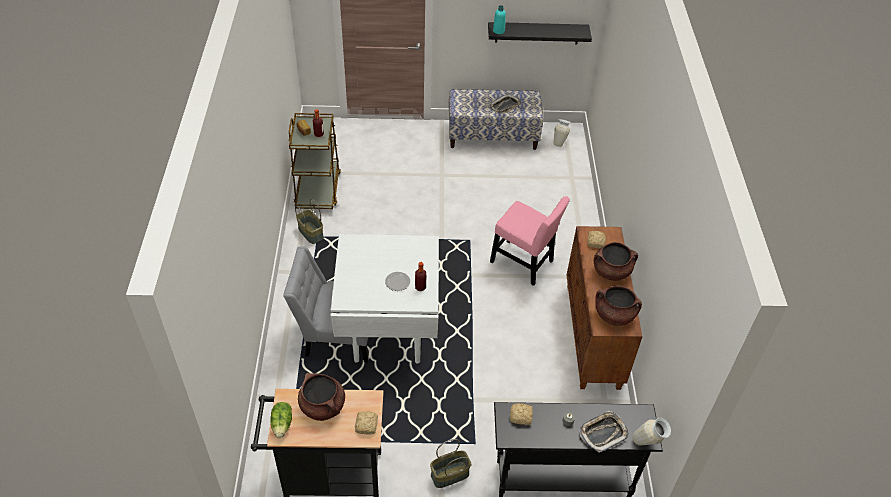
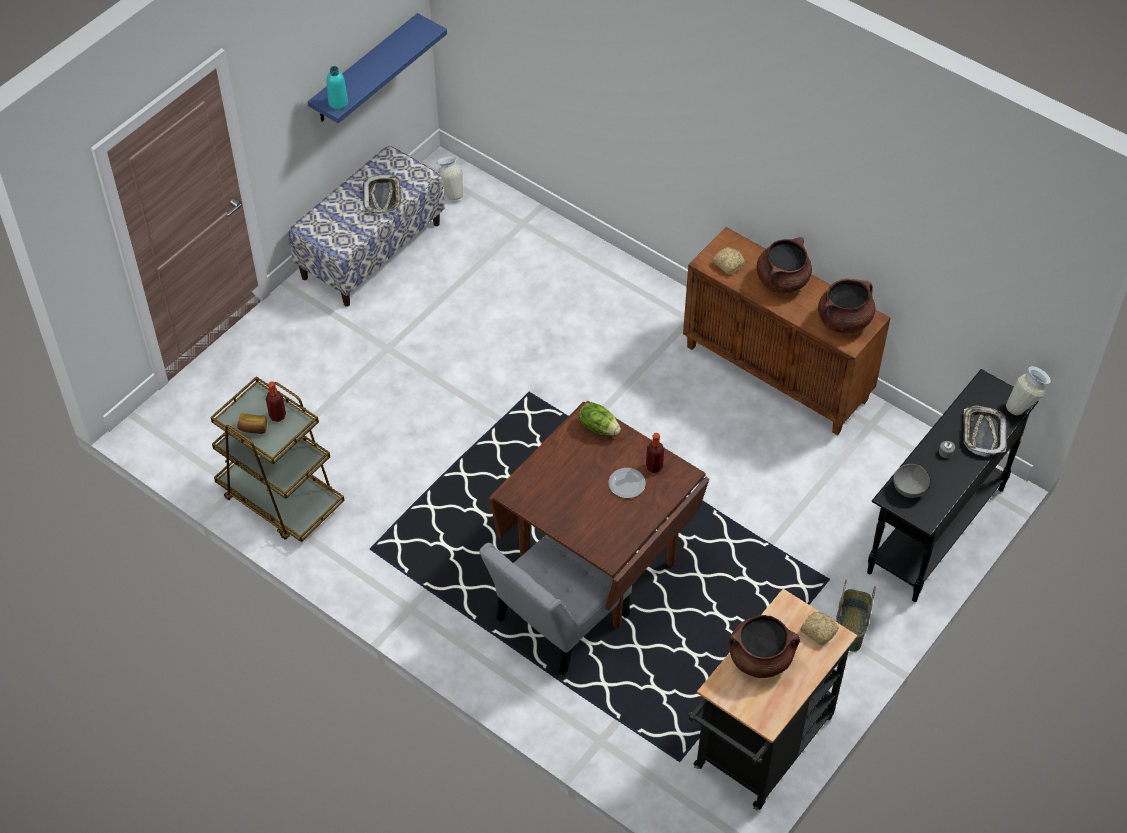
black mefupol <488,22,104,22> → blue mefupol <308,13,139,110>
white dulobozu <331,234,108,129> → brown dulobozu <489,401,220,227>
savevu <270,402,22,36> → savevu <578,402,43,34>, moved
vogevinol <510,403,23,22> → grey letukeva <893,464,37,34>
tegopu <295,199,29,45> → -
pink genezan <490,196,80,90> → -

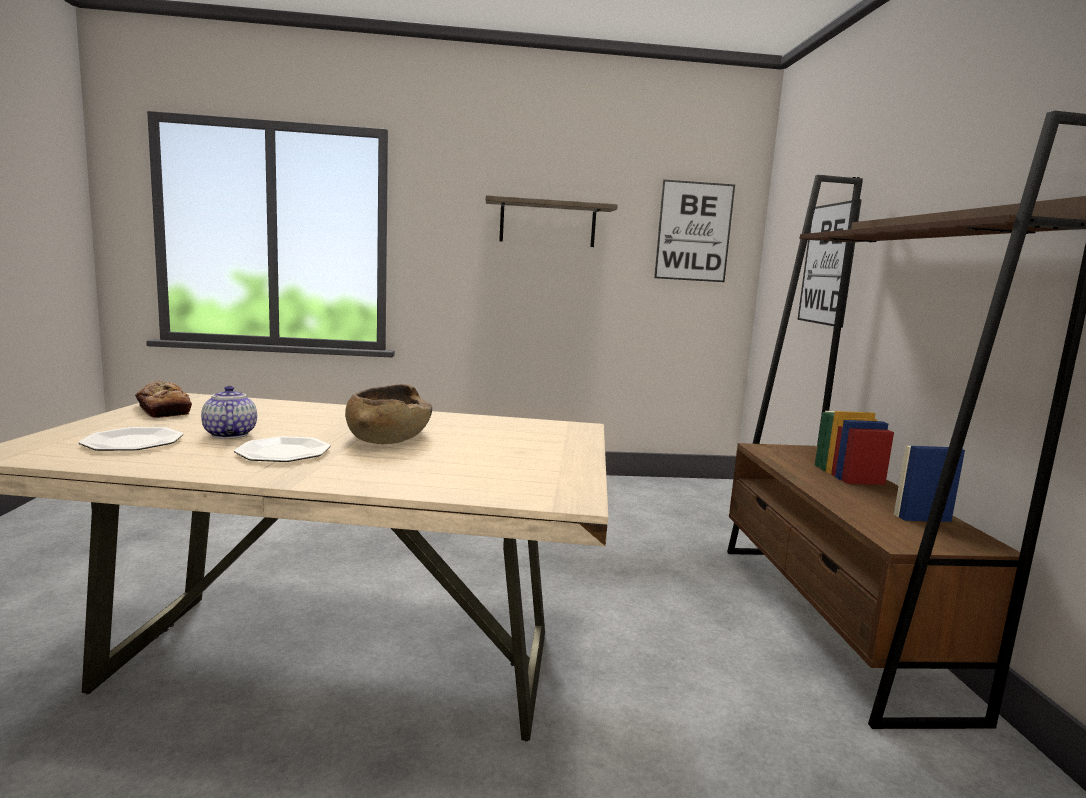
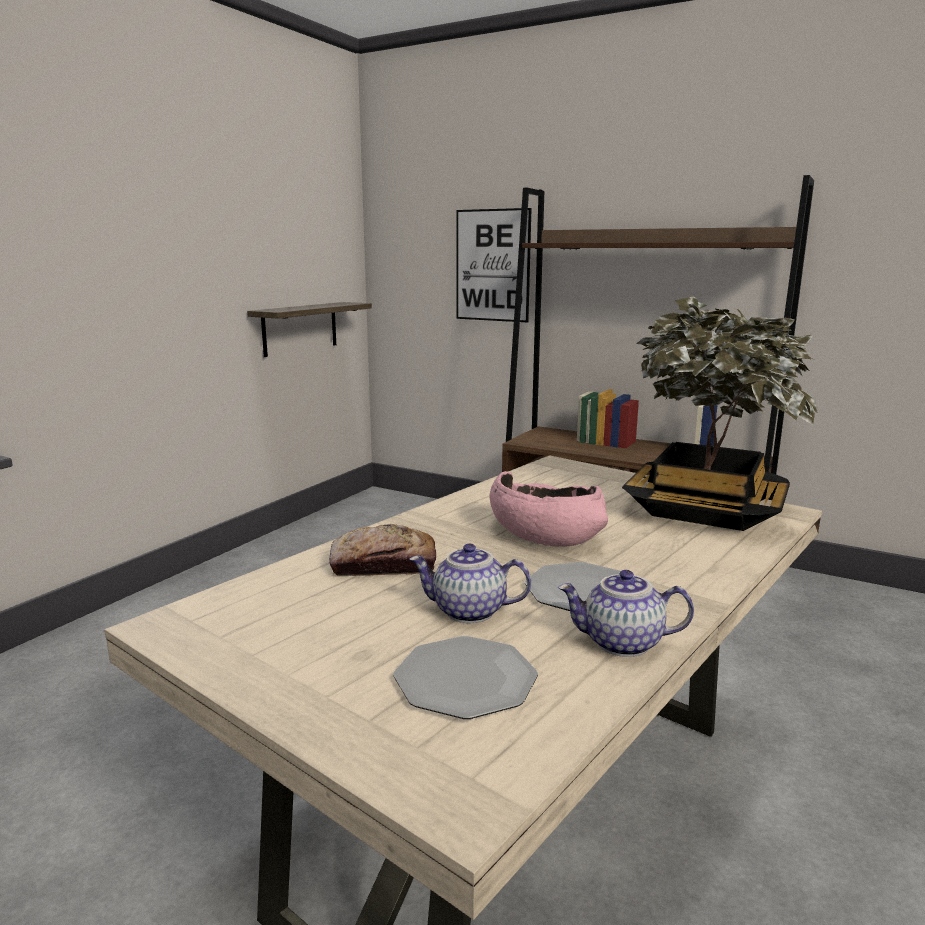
mefupol <486,195,132,52> → mefupol <247,302,125,55>, moved
vogevinol <135,380,57,38> → vogevinol <329,524,107,52>, moved
brown letukeva <345,384,87,60> → pink letukeva <489,471,119,76>
- → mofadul <558,570,136,87>
- → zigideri <622,297,196,234>
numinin <654,180,81,102> → -

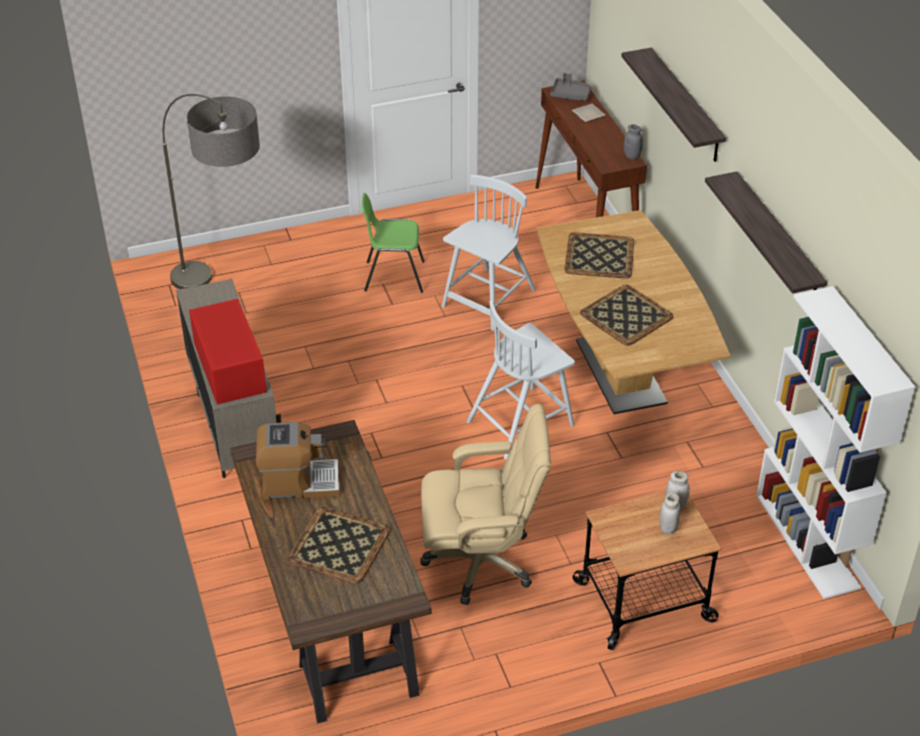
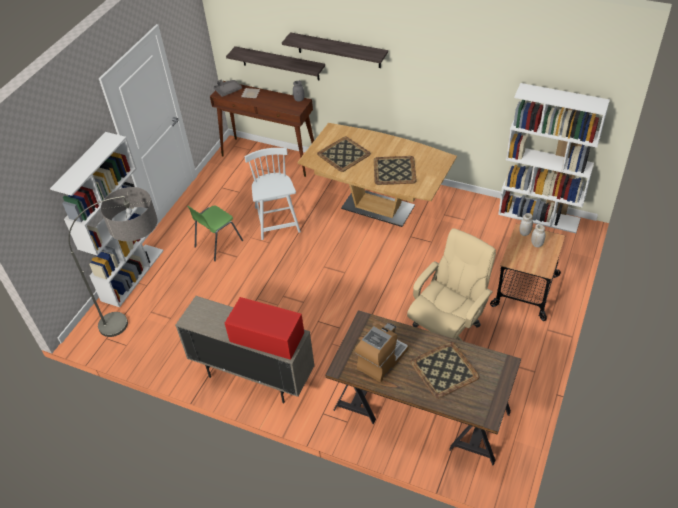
- → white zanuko <50,132,114,175>
mefupol <705,171,122,123> → mefupol <226,46,99,34>, moved
white genezan <466,300,109,160> → -

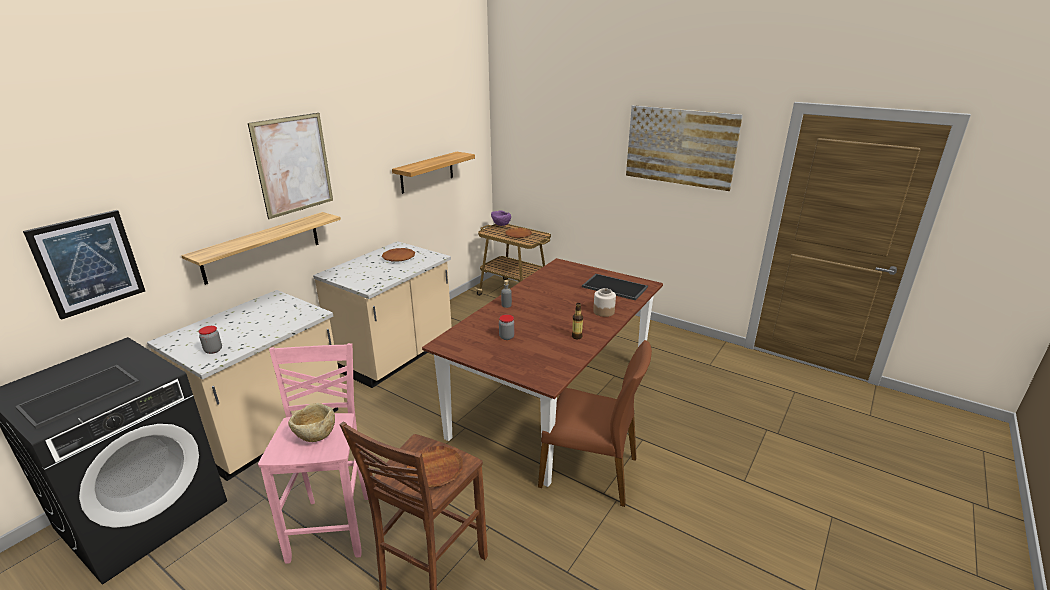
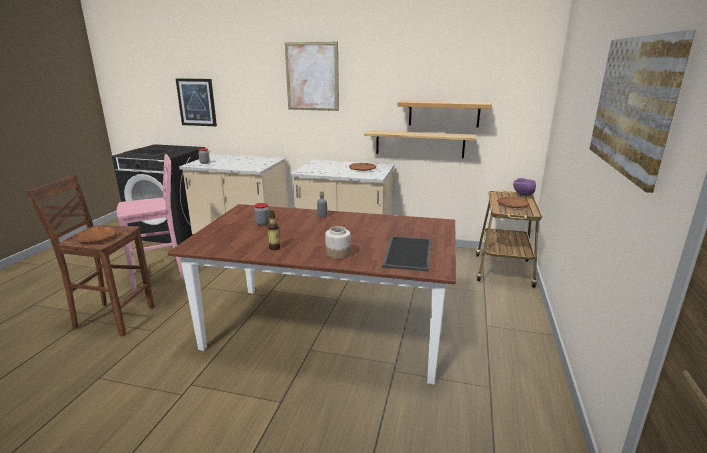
mefupol <181,212,160,73> → mefupol <364,130,112,28>, moved
beige letukeva <288,403,47,39> → -
brown genezan <538,340,114,167> → -

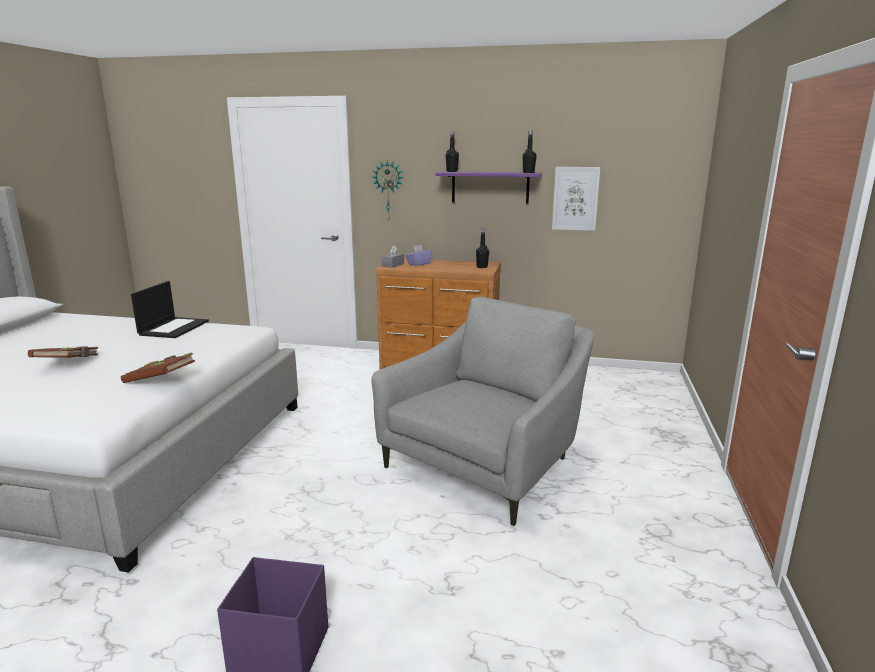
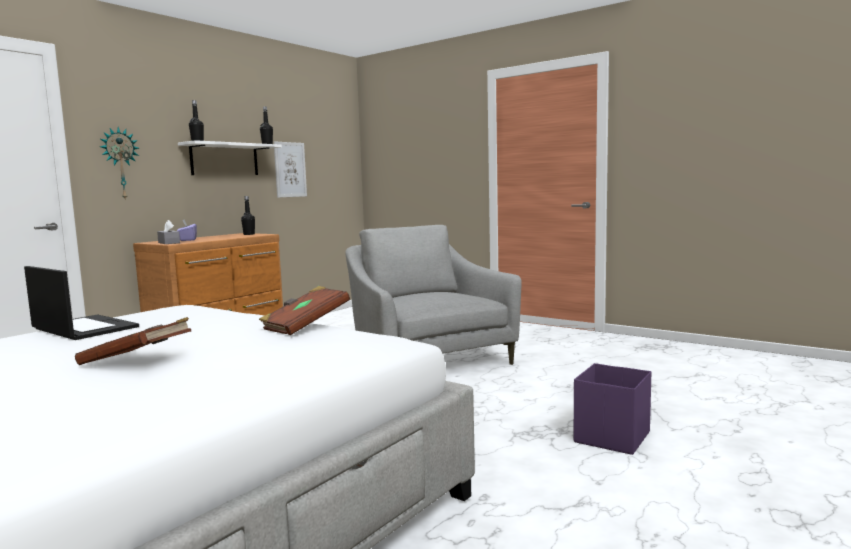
purple mefupol <435,171,107,33> → white mefupol <178,140,104,35>

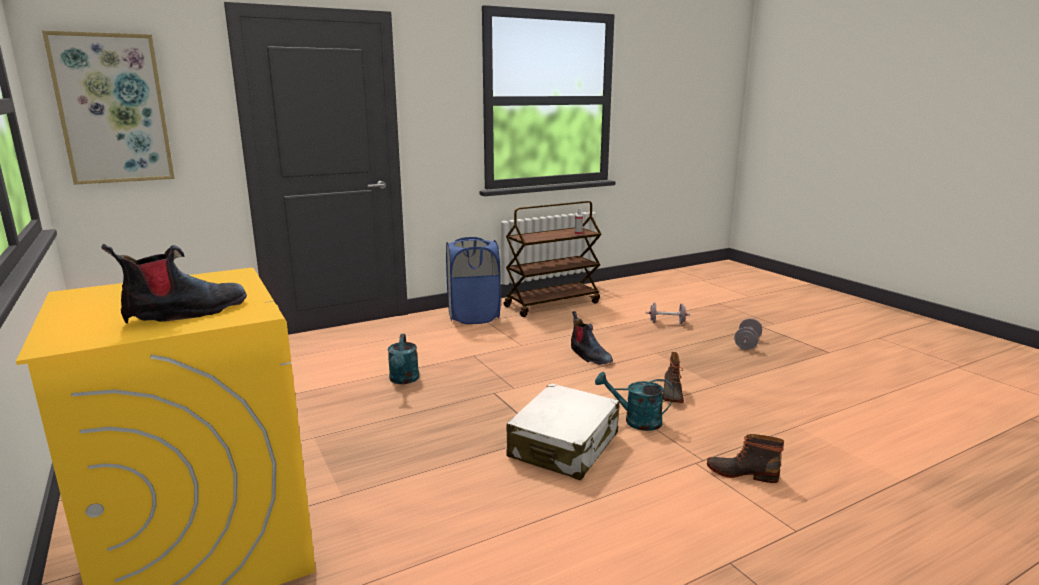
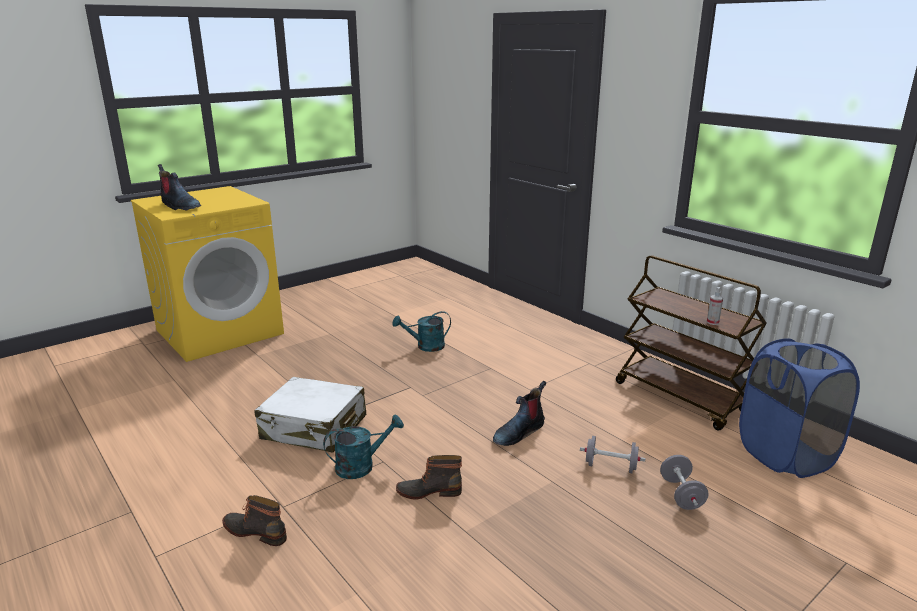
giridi <707,434,77,49> → giridi <222,495,65,51>, 75 degrees counterclockwise
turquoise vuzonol <595,372,79,59> → turquoise vuzonol <323,415,81,64>, 60 degrees clockwise
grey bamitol <734,318,28,32> → grey bamitol <580,436,66,37>, moved
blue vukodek <446,237,55,87> → blue vukodek <739,338,121,140>, moved
numinin <42,31,133,154> → -

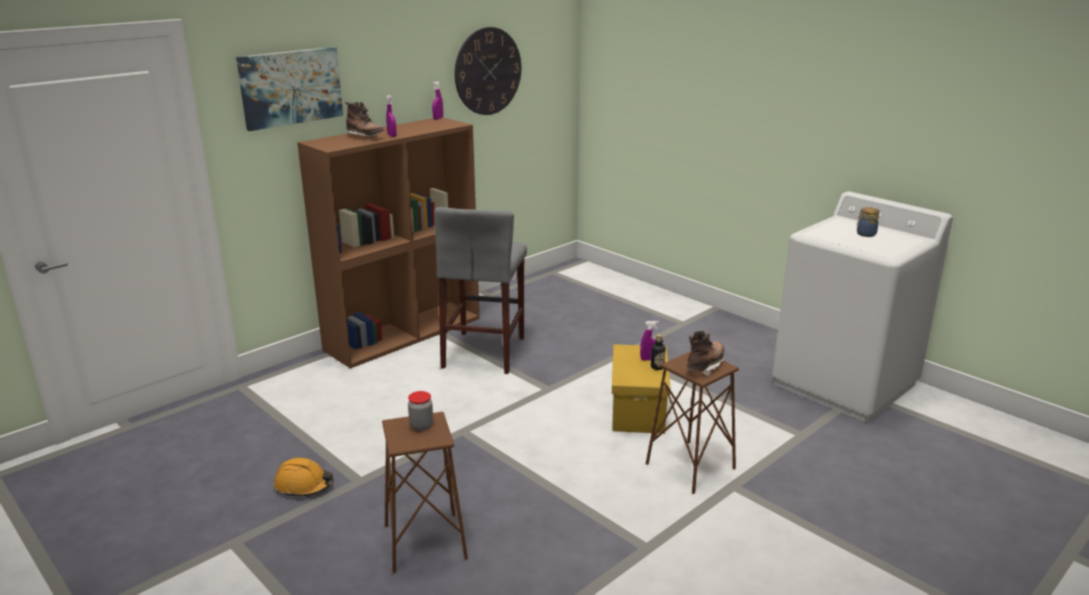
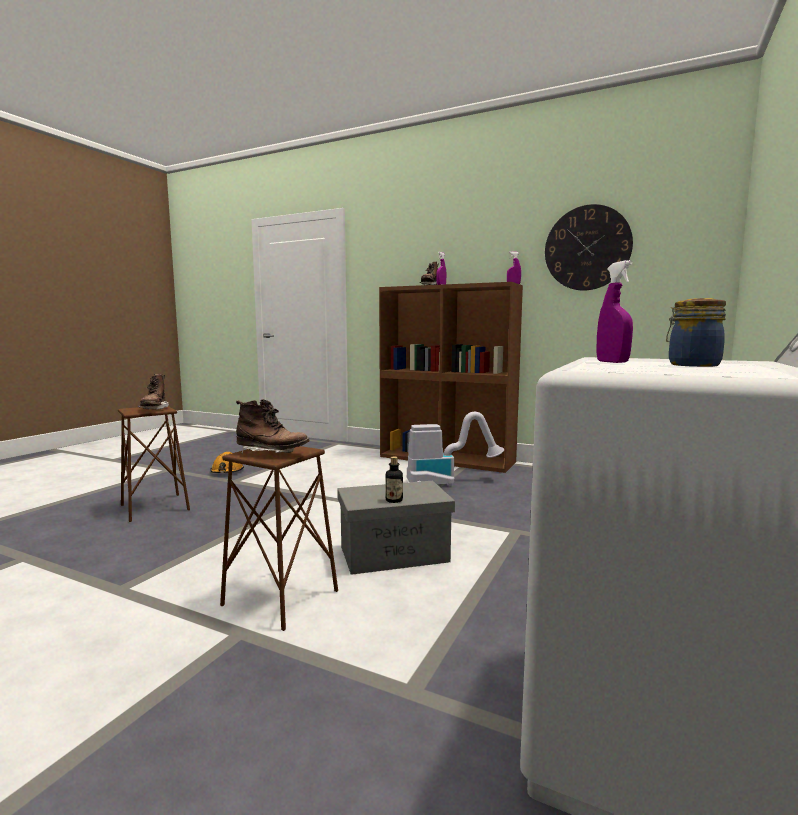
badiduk <408,391,25,40> → brown giridi <138,374,31,36>
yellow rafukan <612,344,59,90> → grey rafukan <337,481,118,94>
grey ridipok <434,207,93,167> → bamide <407,412,97,75>
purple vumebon <640,321,19,39> → purple vumebon <596,260,37,103>, moved
numinin <236,47,107,84> → -

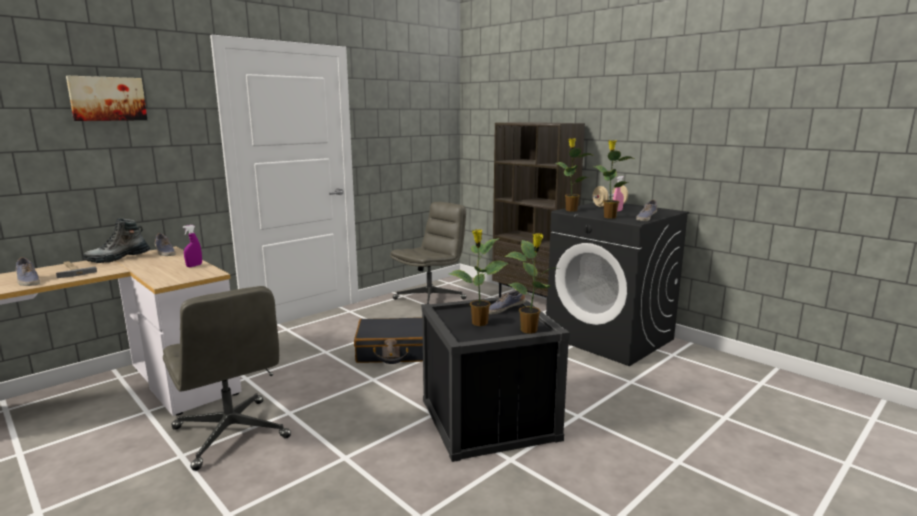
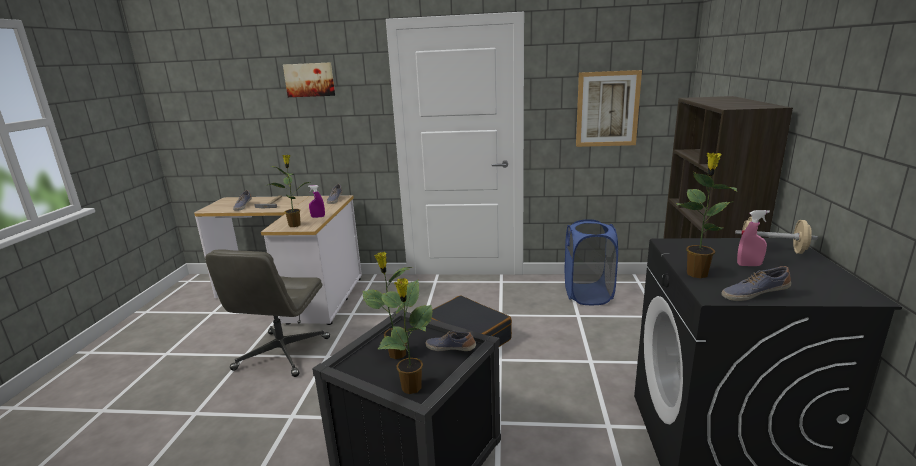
zigideri <555,138,40,73> → zigideri <268,155,43,72>, moved
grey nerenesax <390,202,77,102> → blue vukodek <565,219,53,86>
- → numinin <576,70,66,77>
giridi <83,218,67,45> → -

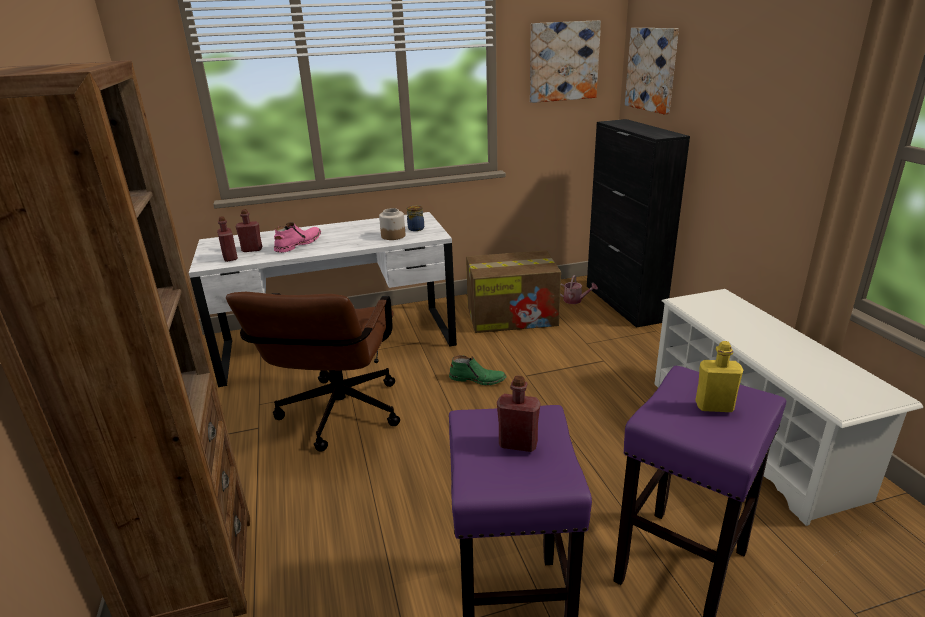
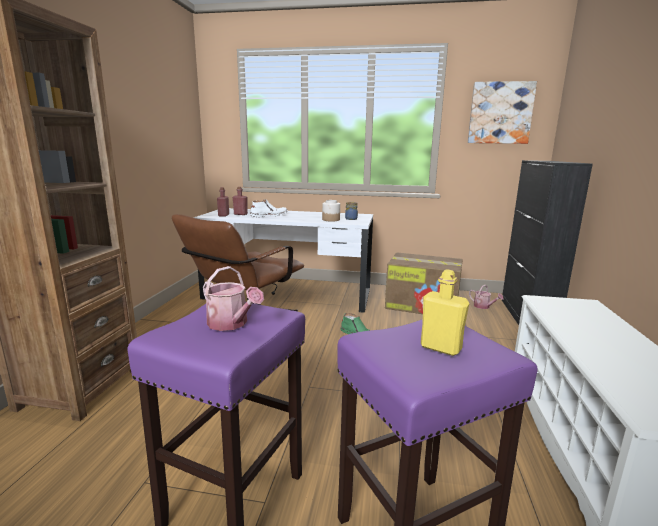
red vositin <497,375,44,77> → vuzonol <203,266,61,65>
pink giridi <274,222,47,31> → white giridi <250,199,38,18>
numinin <625,28,54,86> → -

